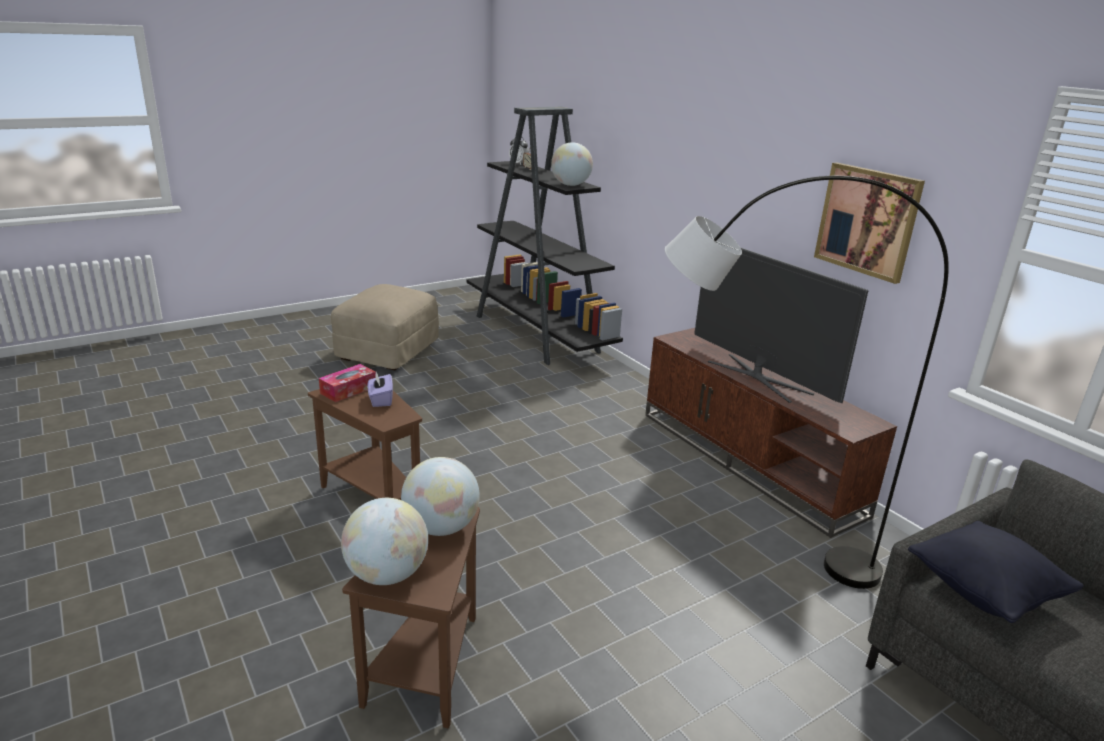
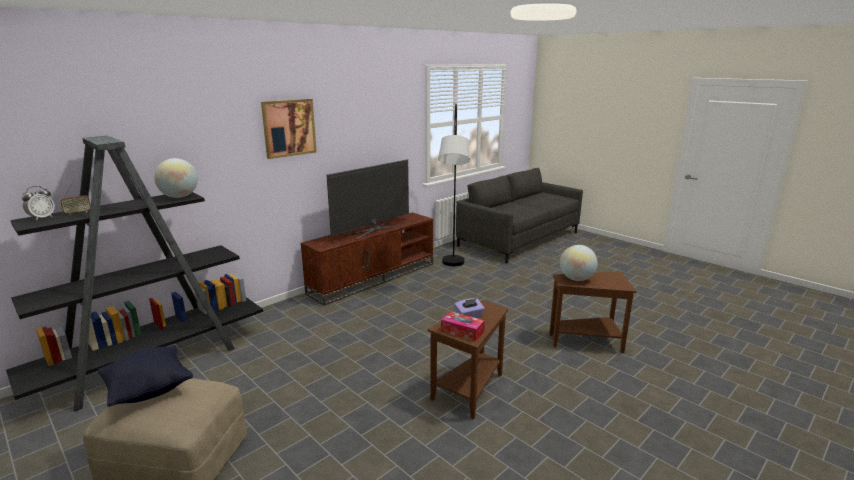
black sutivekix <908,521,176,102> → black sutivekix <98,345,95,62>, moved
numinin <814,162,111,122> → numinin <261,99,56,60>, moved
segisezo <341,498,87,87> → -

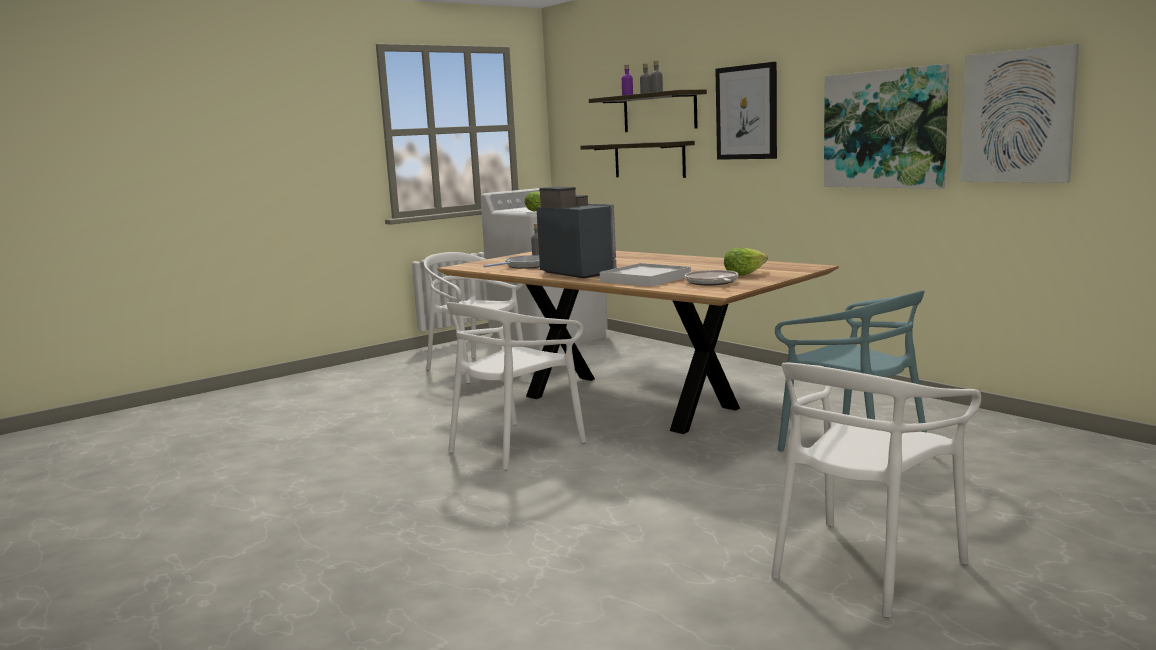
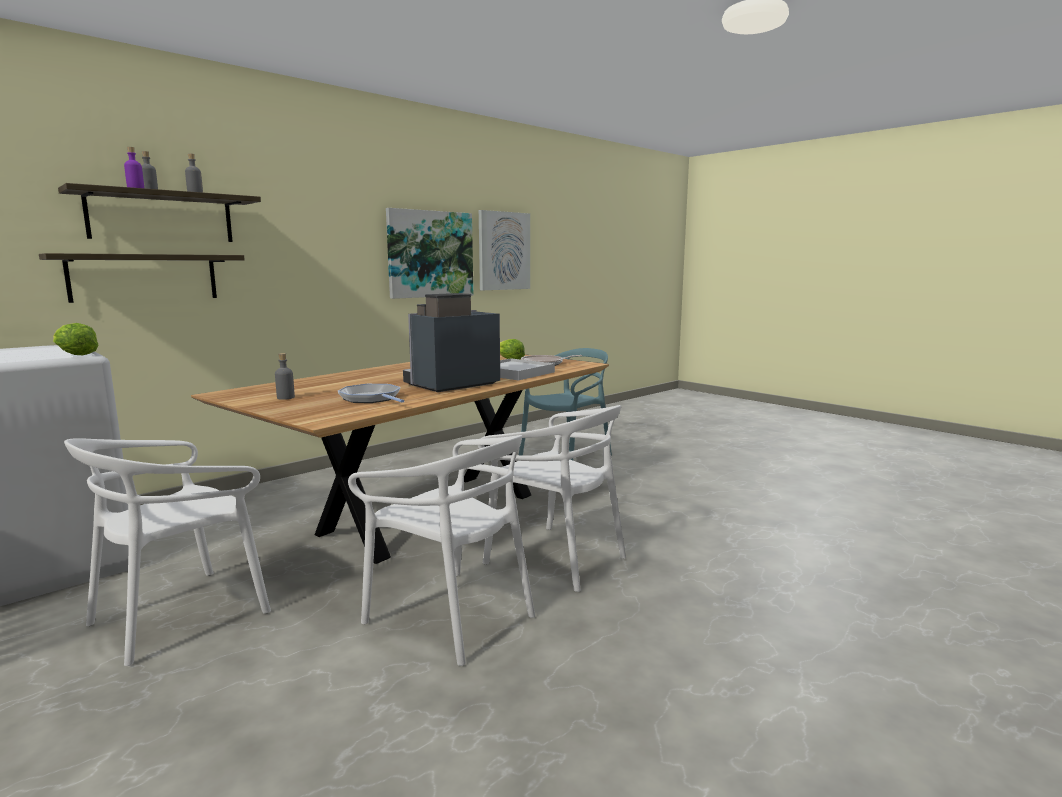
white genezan <771,362,210,256> → white genezan <348,435,187,231>, moved
numinin <715,62,62,98> → -

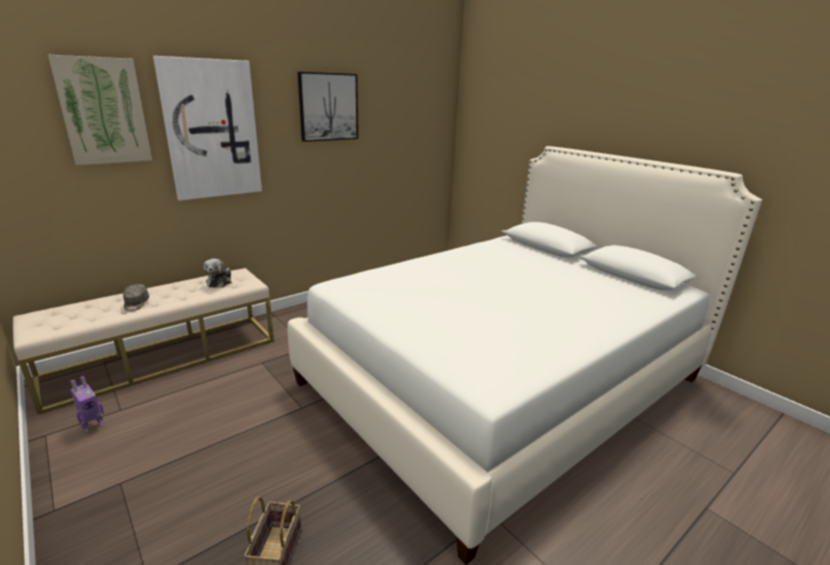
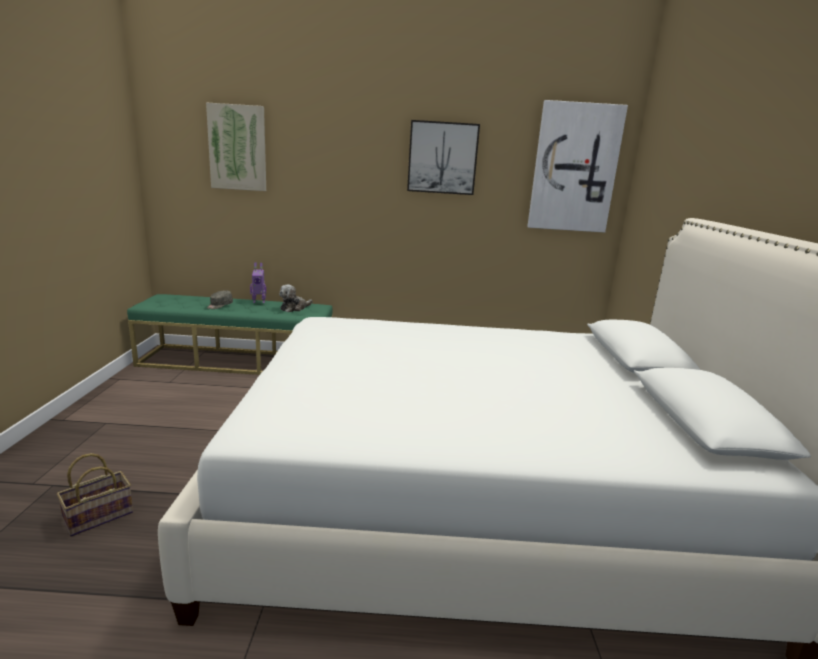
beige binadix <13,268,261,147> → green binadix <127,294,205,81>
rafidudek <70,376,34,57> → rafidudek <250,262,16,41>, moved
numinin <153,56,109,145> → numinin <527,100,101,133>, moved

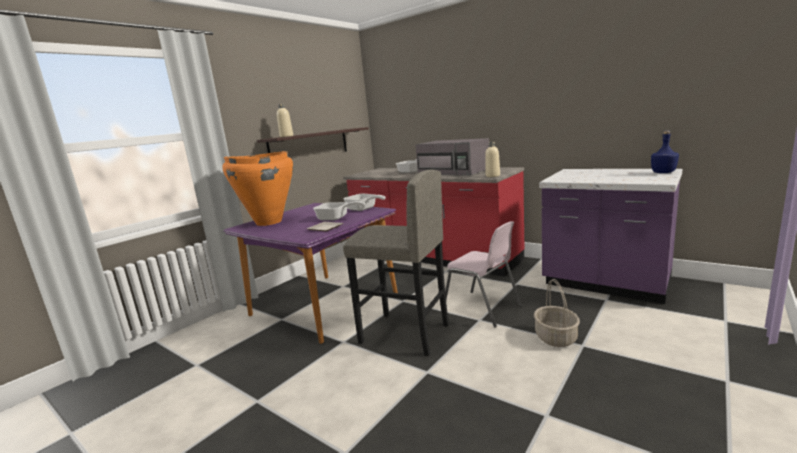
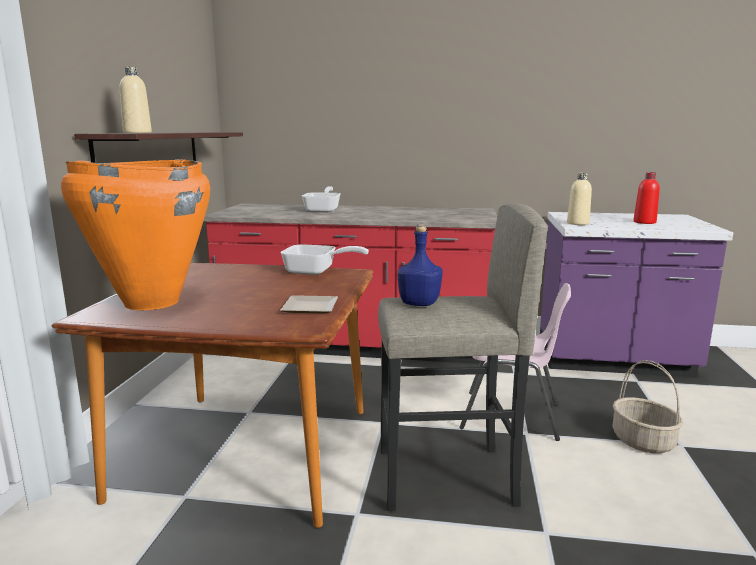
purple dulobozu <223,203,175,141> → brown dulobozu <52,263,321,265>
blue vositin <651,130,28,43> → blue vositin <398,225,44,81>, moved
beige vositin <485,142,15,35> → beige vositin <567,173,25,52>, moved
- → red vositin <633,172,27,52>
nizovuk <313,201,52,20> → -
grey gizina <415,138,74,38> → -

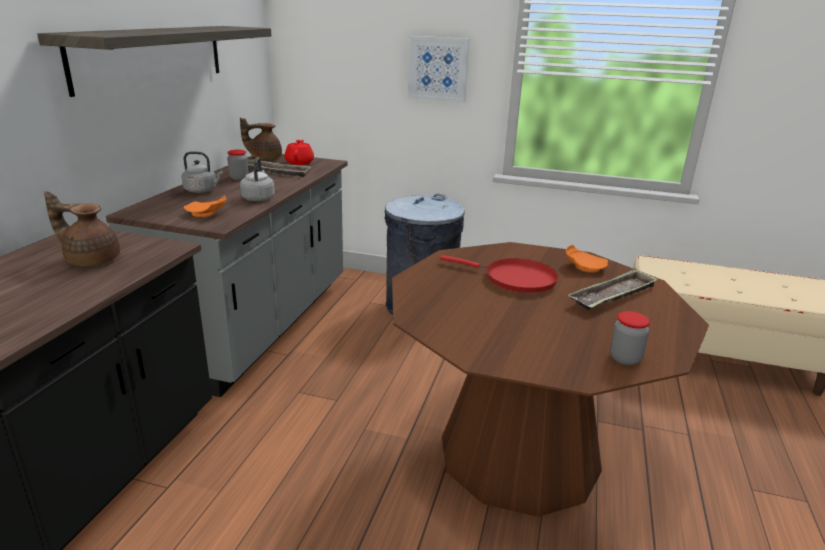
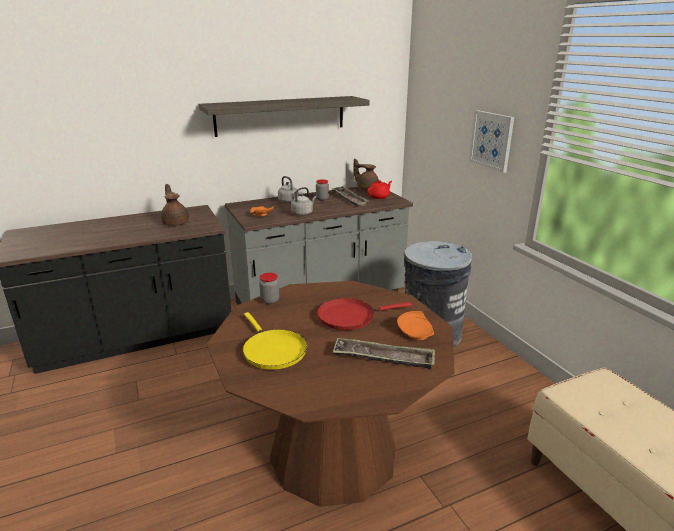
- → yellow nizovuk <243,312,64,58>
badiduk <610,311,40,54> → badiduk <259,273,20,31>, moved
red nizovuk <440,255,119,38> → red nizovuk <317,298,95,32>, 90 degrees clockwise

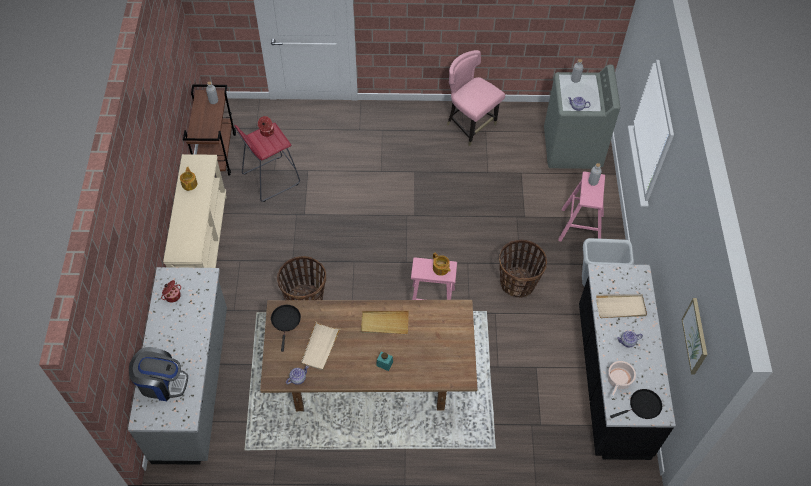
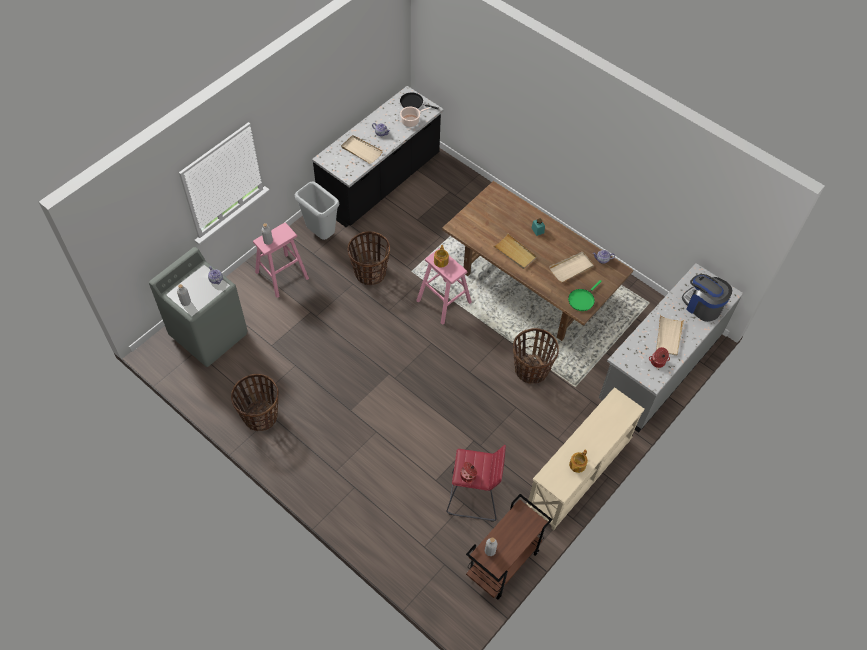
pink genezan <447,50,58,96> → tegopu <231,374,48,57>
black nizovuk <271,305,30,47> → green nizovuk <568,280,34,31>
- → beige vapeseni <656,315,28,41>
numinin <682,298,25,77> → -

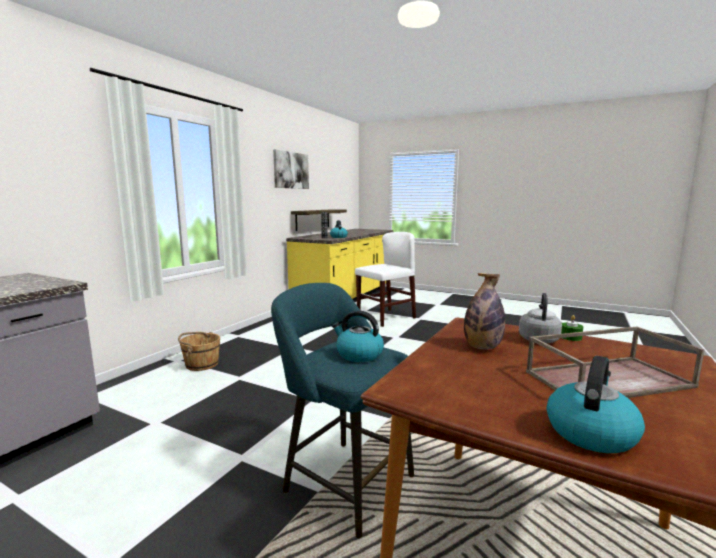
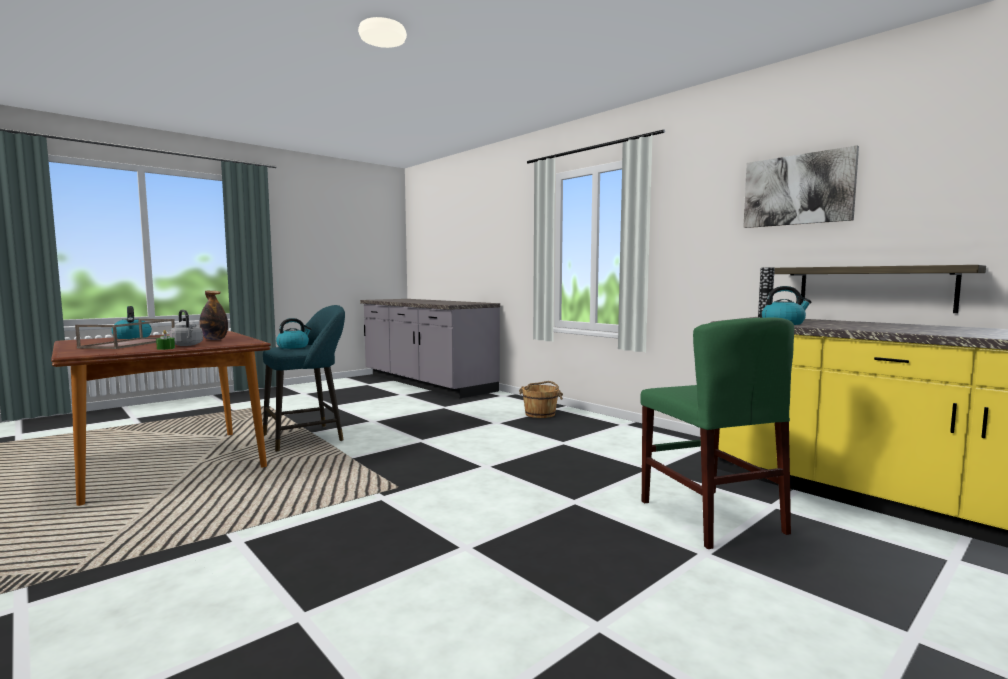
white genezan <355,232,61,95> → green genezan <640,318,154,231>

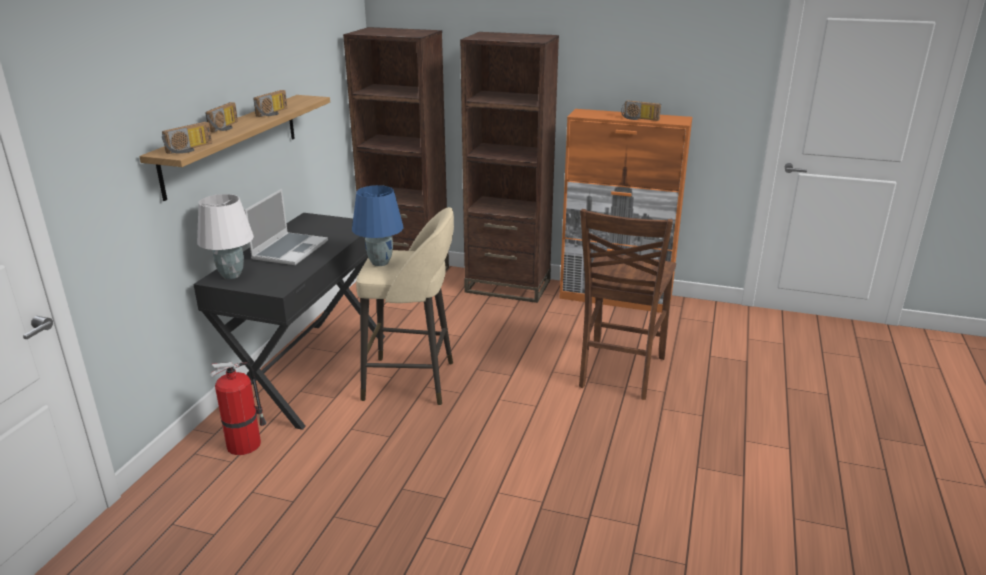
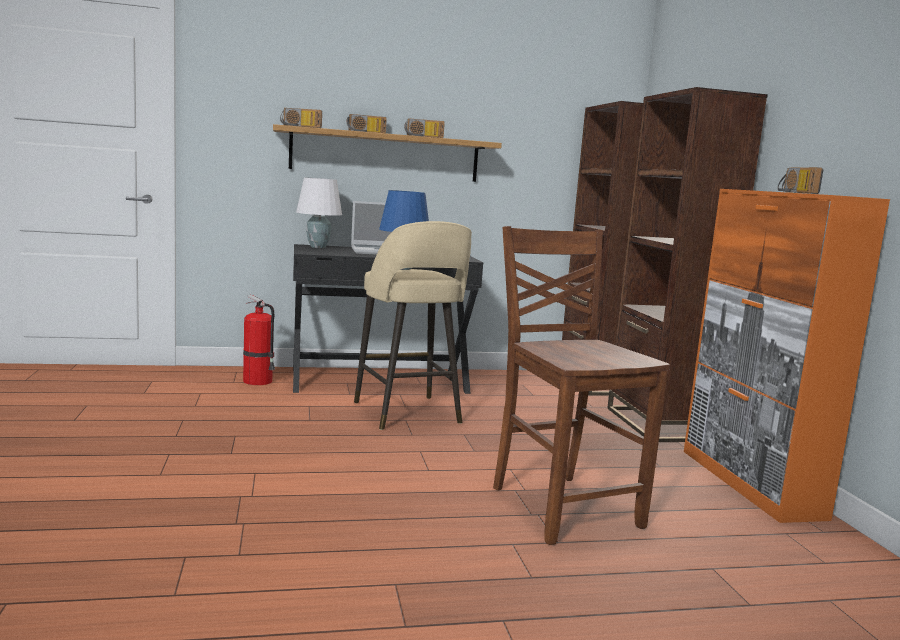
brown genezan <579,209,97,191> → brown genezan <493,226,177,319>, 75 degrees clockwise

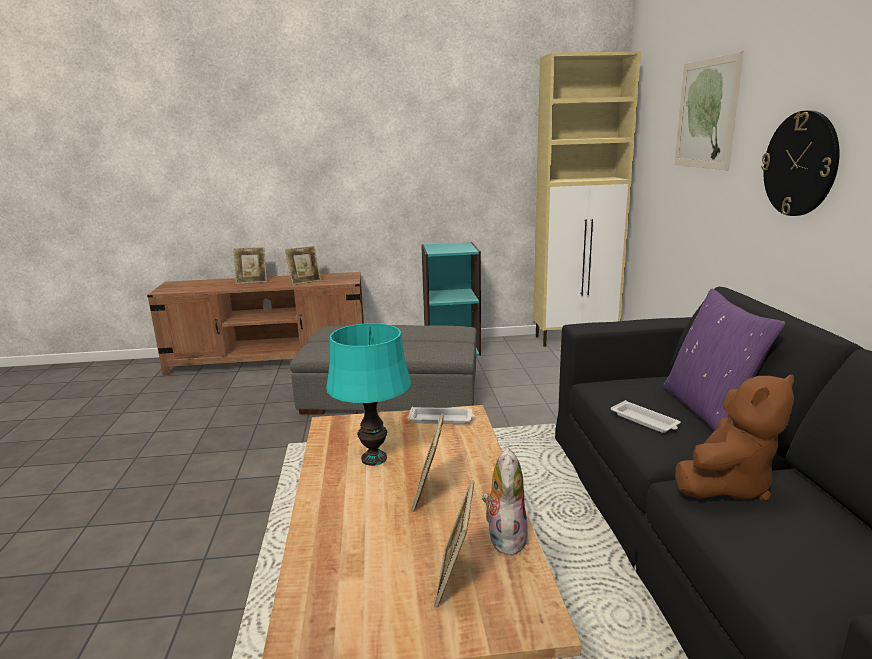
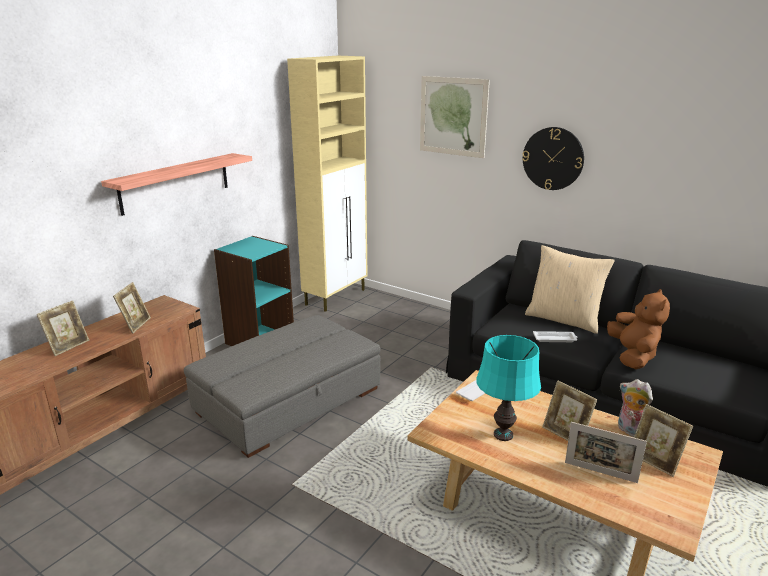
- → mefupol <101,153,151,63>
purple sutivekix <663,289,122,142> → beige sutivekix <525,245,90,89>
- → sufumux <565,422,82,61>

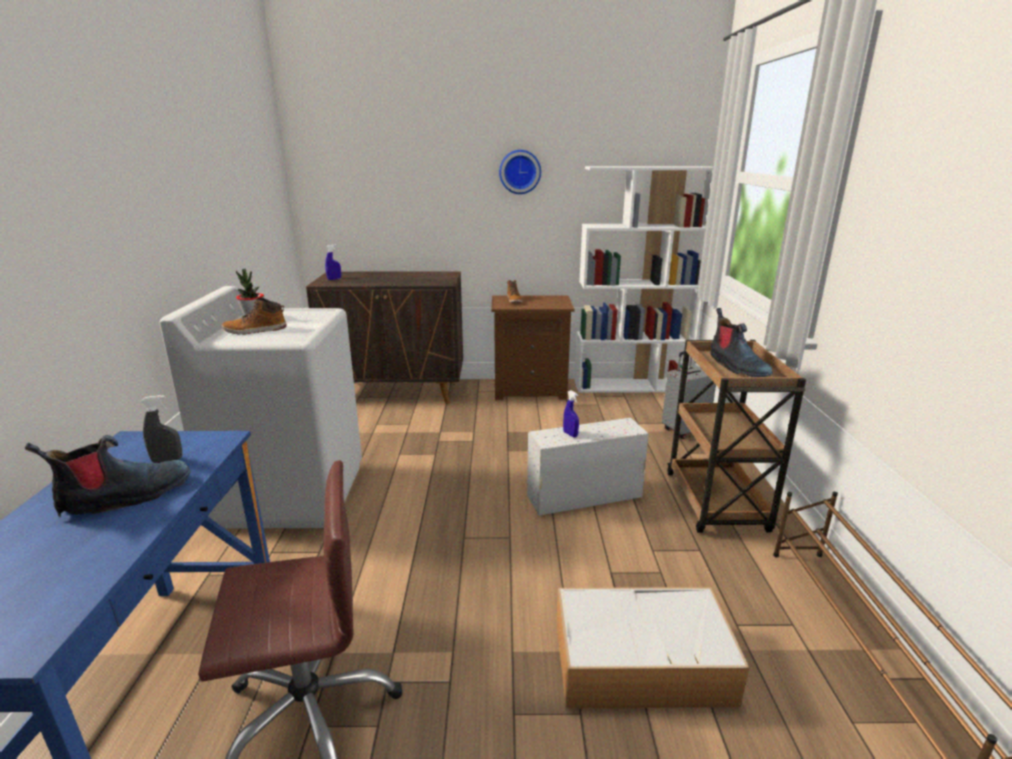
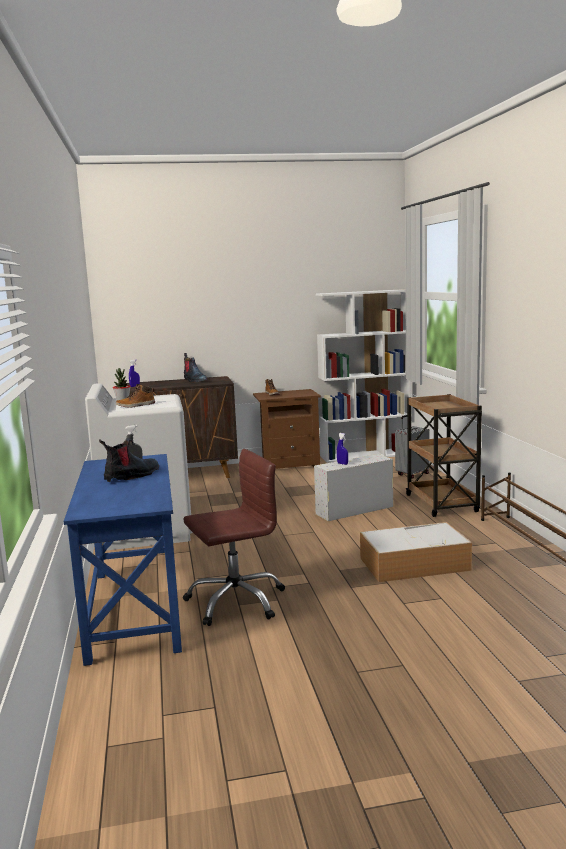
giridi <711,308,62,69> → giridi <184,353,24,29>, moved
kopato <499,150,42,44> → -

